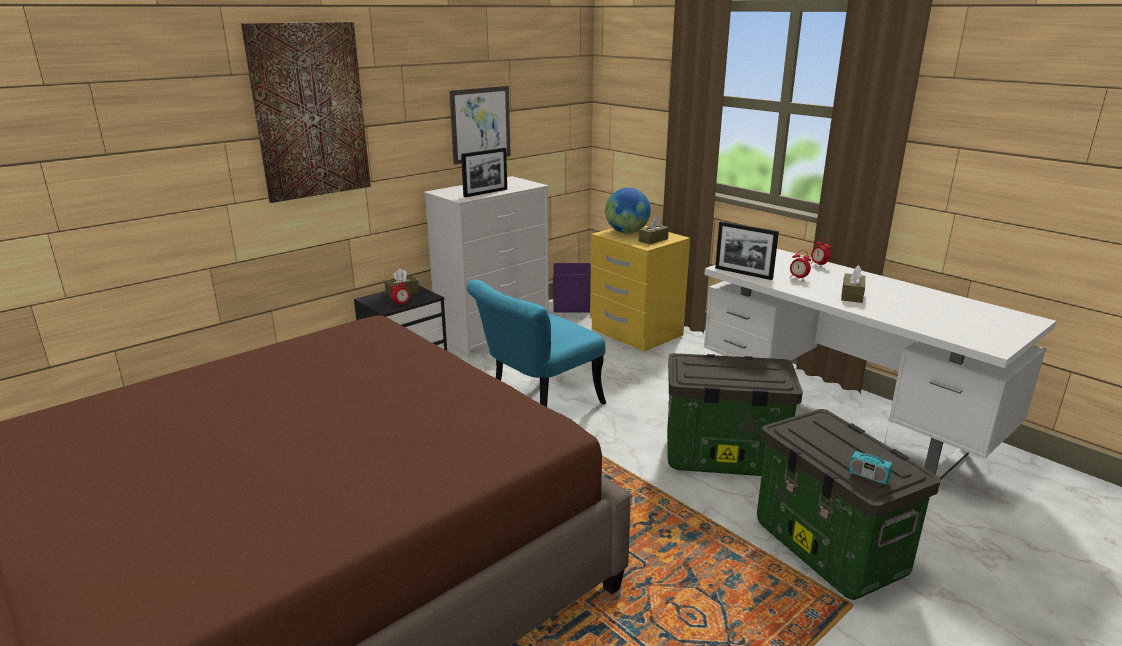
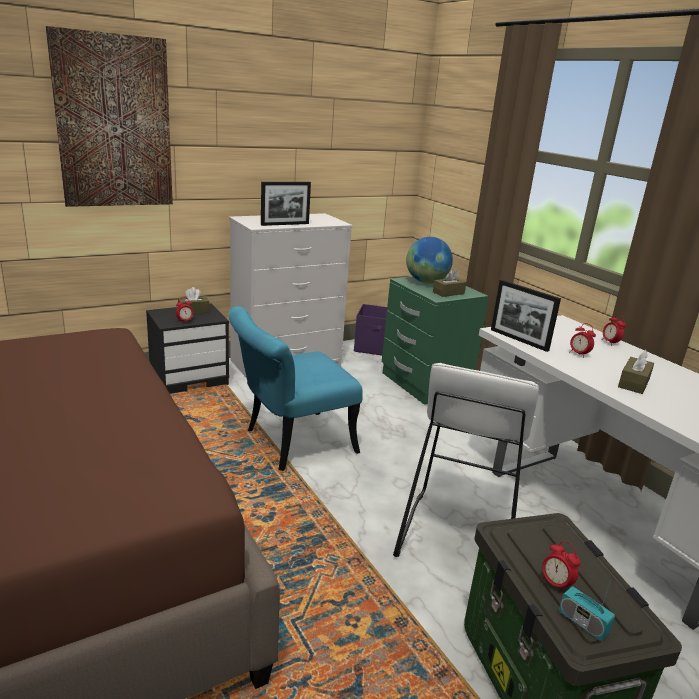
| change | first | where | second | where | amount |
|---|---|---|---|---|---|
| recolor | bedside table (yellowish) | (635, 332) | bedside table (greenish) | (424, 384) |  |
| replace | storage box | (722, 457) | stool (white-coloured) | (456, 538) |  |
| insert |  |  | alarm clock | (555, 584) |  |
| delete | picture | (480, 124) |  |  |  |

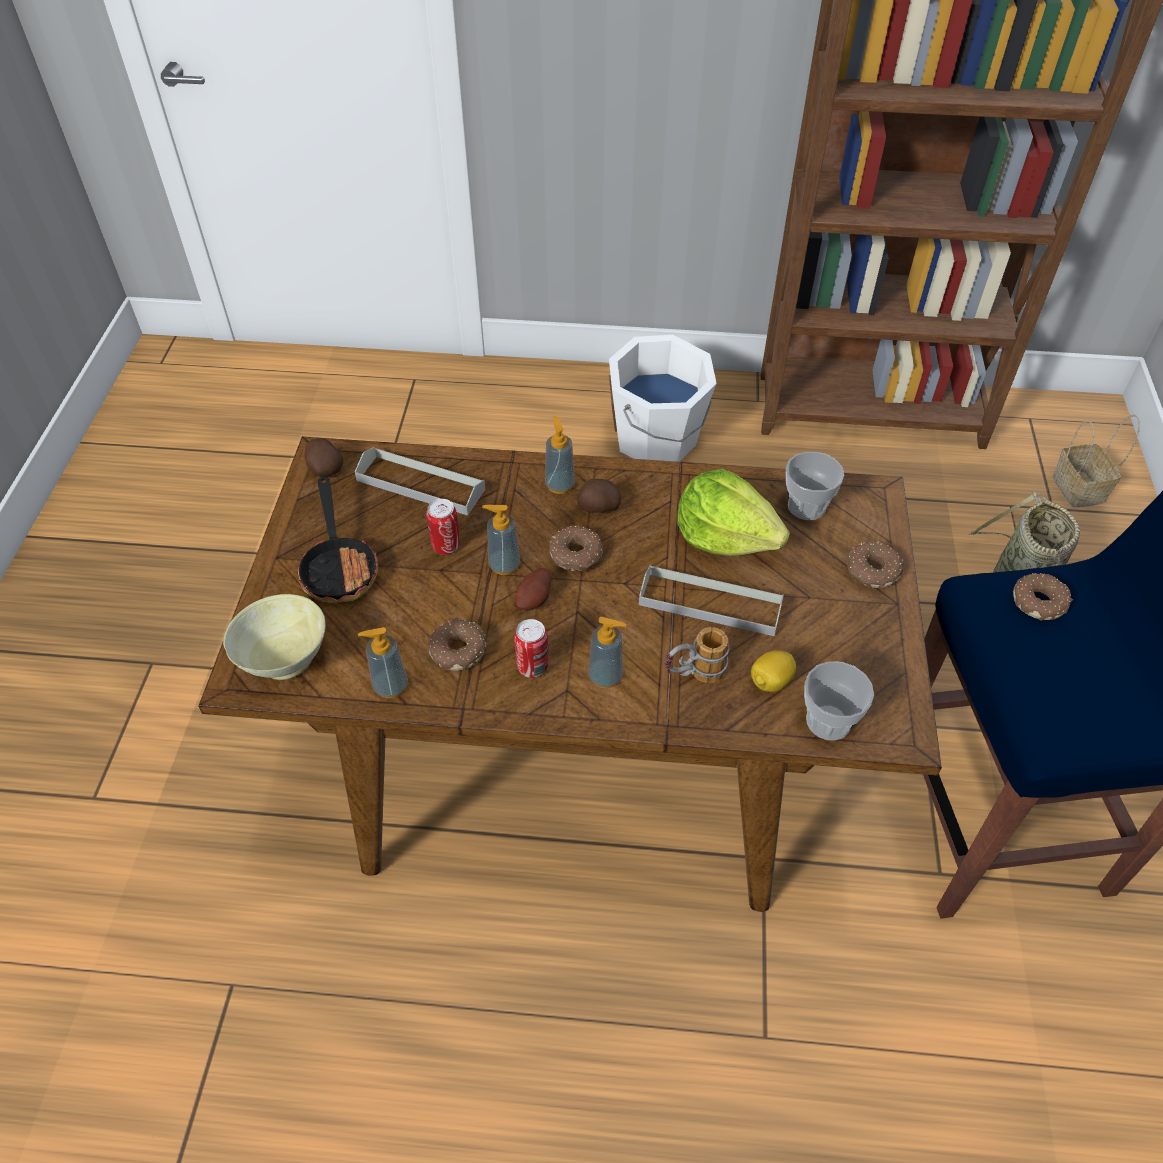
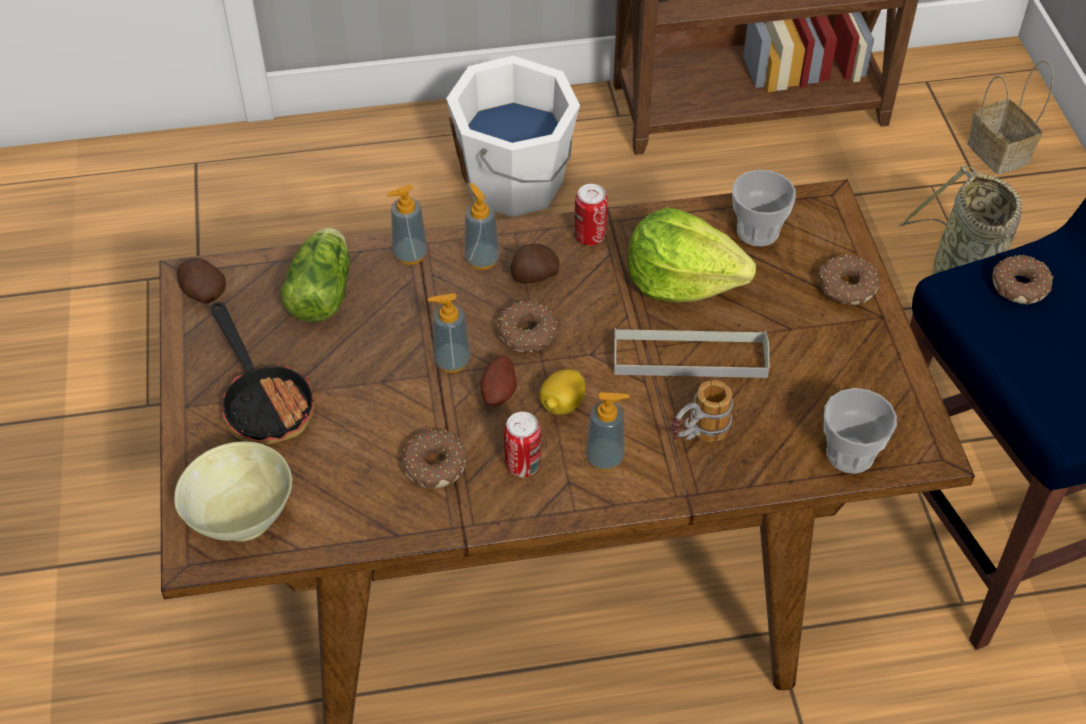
| change | first | where | second | where | amount |
|---|---|---|---|---|---|
| replace | tray (gray) | (420, 485) | lettuce head | (323, 290) |  |
| move | soap bottle | (390, 686) |  | (410, 254) |  |
| move | lemon | (770, 681) |  | (562, 404) |  |
| move | metal can | (446, 546) |  | (590, 237) |  |

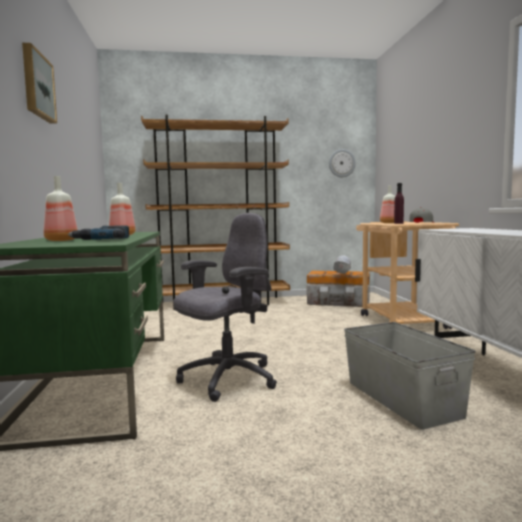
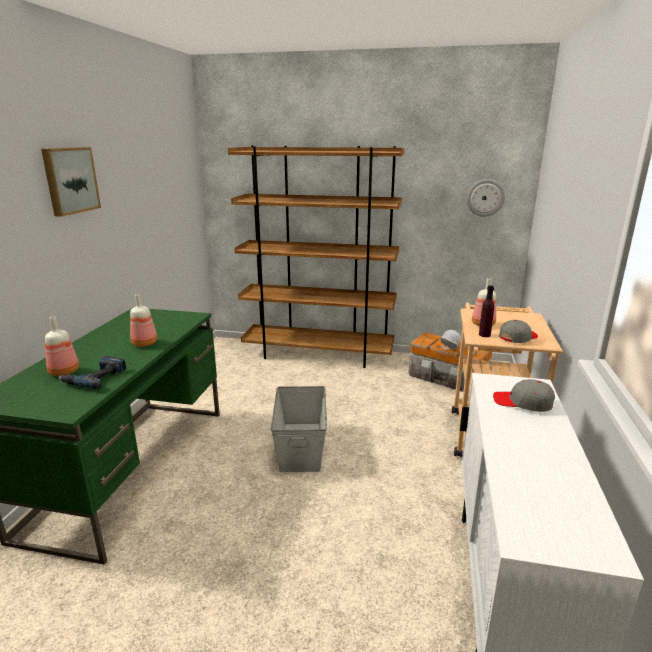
| change | first | where | second | where | amount |
|---|---|---|---|---|---|
| move | storage box (gray) | (402, 398) |  | (301, 445) |  |
| insert |  |  | cap (gray) | (523, 402) |  |
| delete | office chair (gray) | (227, 379) |  |  |  |

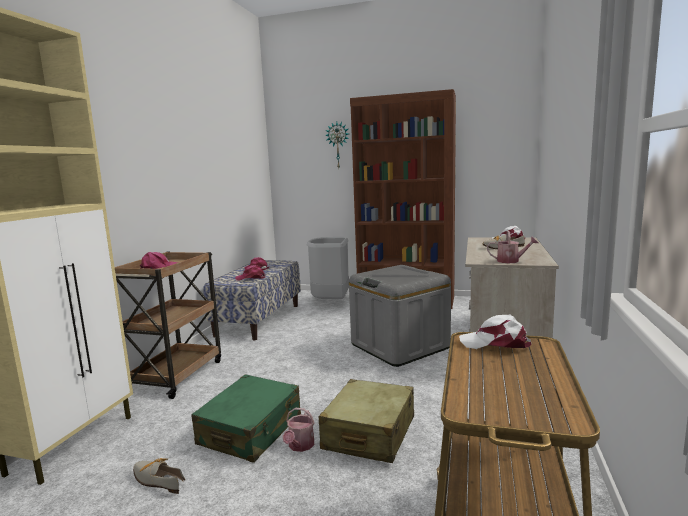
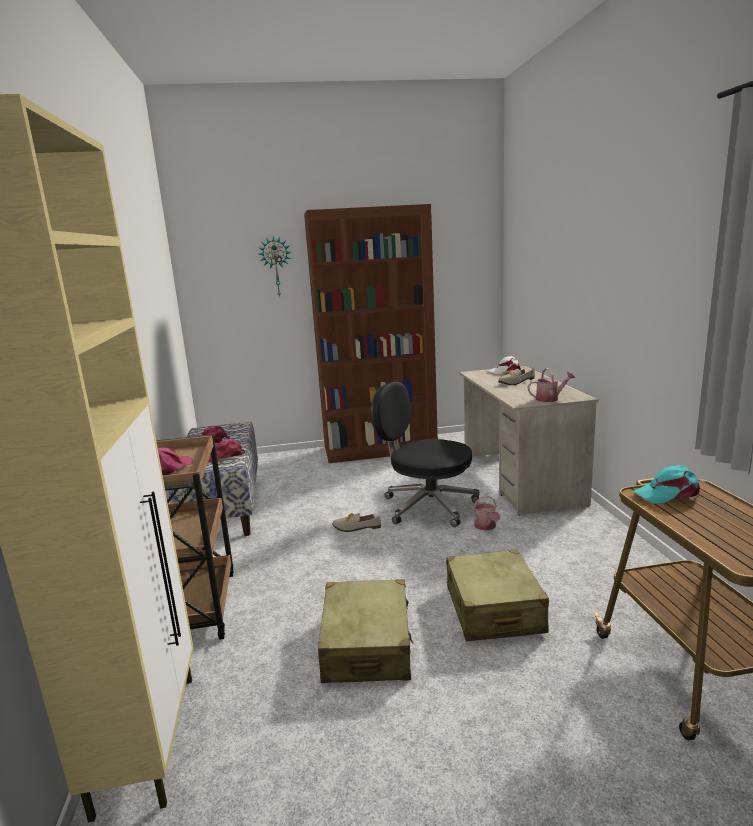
| change | first | where | second | where | amount |
|---|---|---|---|---|---|
| recolor | piece of luggage (greenish) | (251, 430) | piece of luggage (sand-coloured) | (367, 645) |  |
| move | low shoe | (157, 479) |  | (354, 527) |  |
| replace | storage box (gray) | (400, 346) | office chair (black) | (427, 506) |  |
| move | watering can | (300, 446) |  | (486, 527) |  |
| recolor | cap (white-coloured) | (495, 343) | cap (blue-green) | (668, 493) |  |
| delete | waste bin (gray) | (331, 303) |  |  |  |

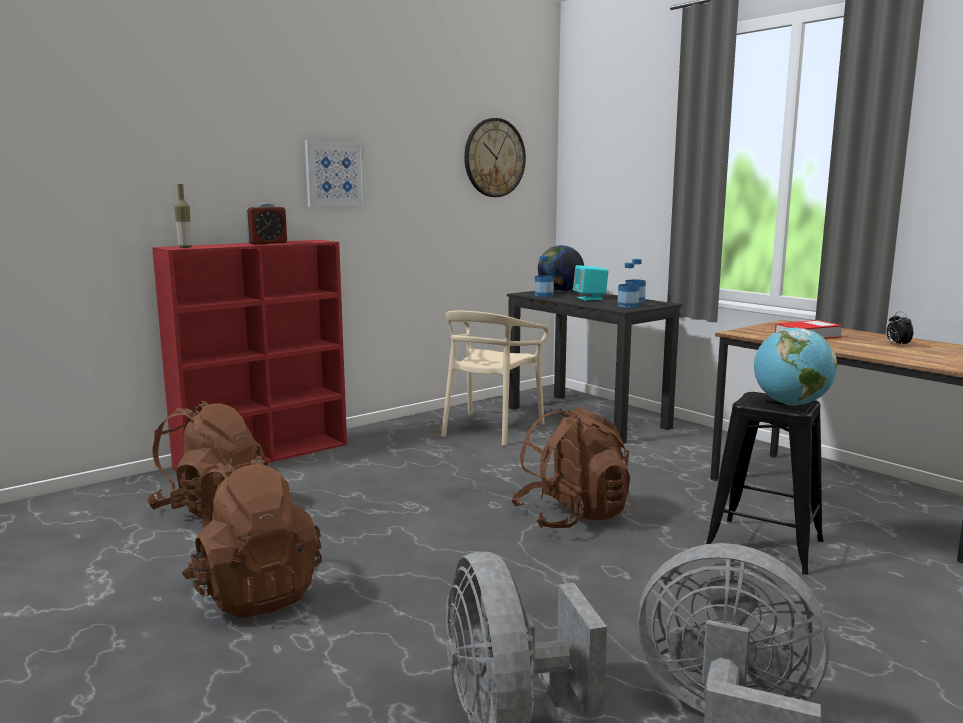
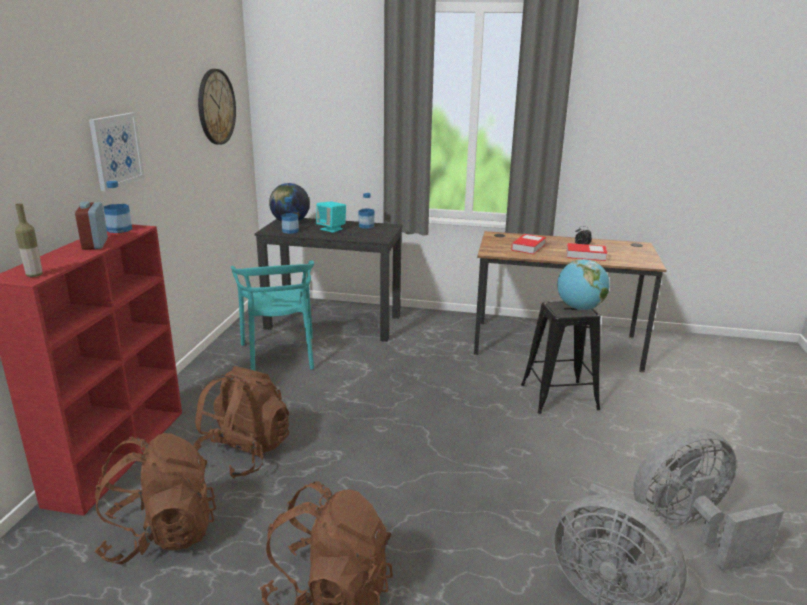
| change | first | where | second | where | amount |
|---|---|---|---|---|---|
| rotate | alarm clock | (267, 243) |  | (95, 244) | 150 degrees clockwise |
| move | bottle | (627, 306) |  | (119, 229) |  |
| move | backpack (brownish) | (571, 516) |  | (244, 454) |  |
| recolor | plain chair (sand-coloured) | (490, 429) | plain chair (blue-green) | (279, 355) |  |
| insert |  |  | volume | (585, 255) |  |

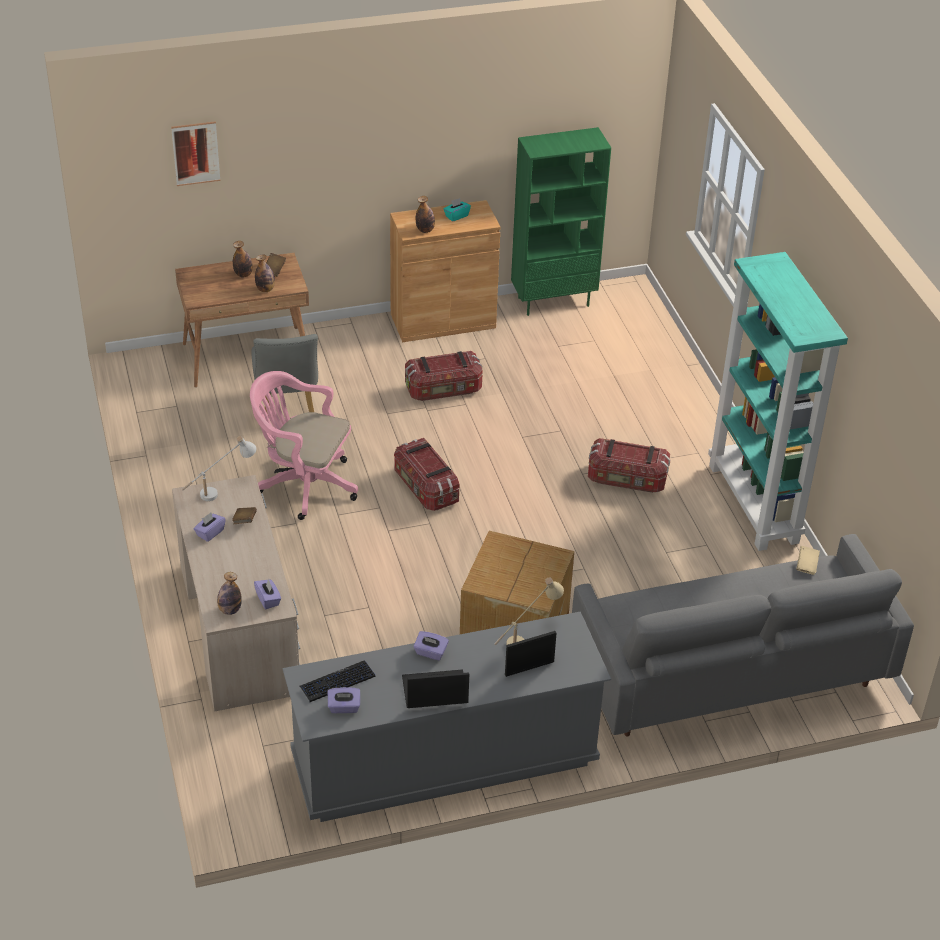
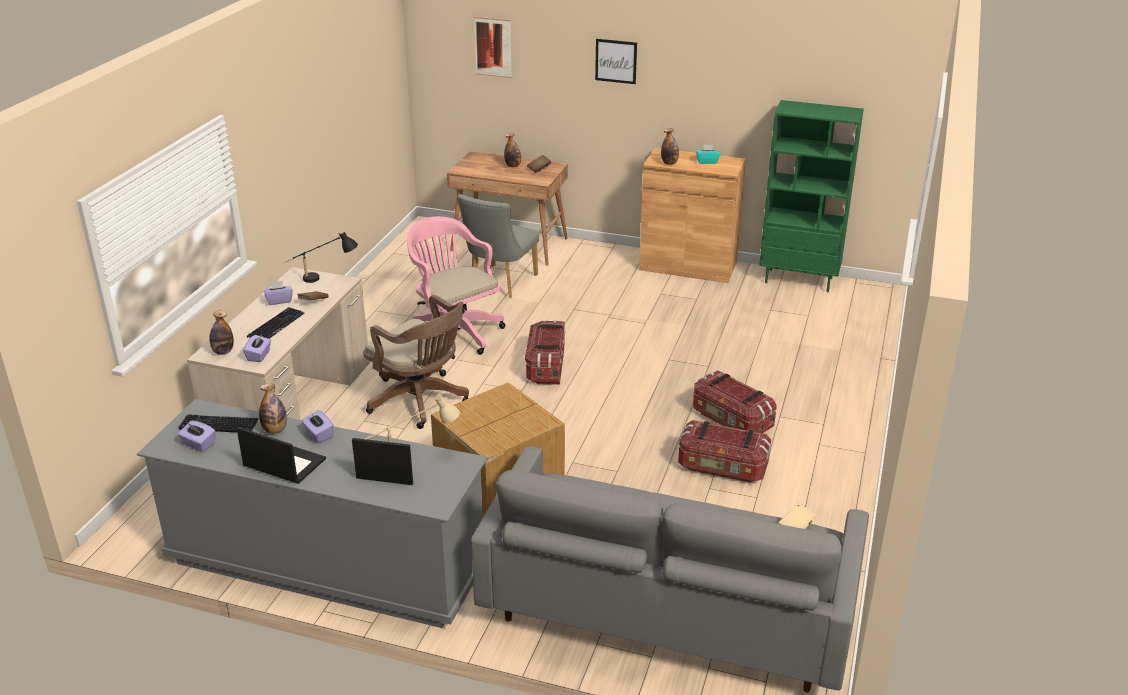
| change | first | where | second | where | amount |
|---|---|---|---|---|---|
| insert |  |  | keyboard | (276, 325) |  |
| move | bottle | (265, 289) |  | (275, 430) |  |
| recolor | lamp for a table (white-coloured) | (220, 490) | lamp for a table (black) | (323, 279) |  |
| insert |  |  | office chair (brownish) | (421, 402) |  |
| insert |  |  | picture | (616, 61) |  |
| move | storage box | (443, 390) |  | (722, 468) |  |
| delete | shelving unit (blue-green) | (754, 504) |  |  |  |

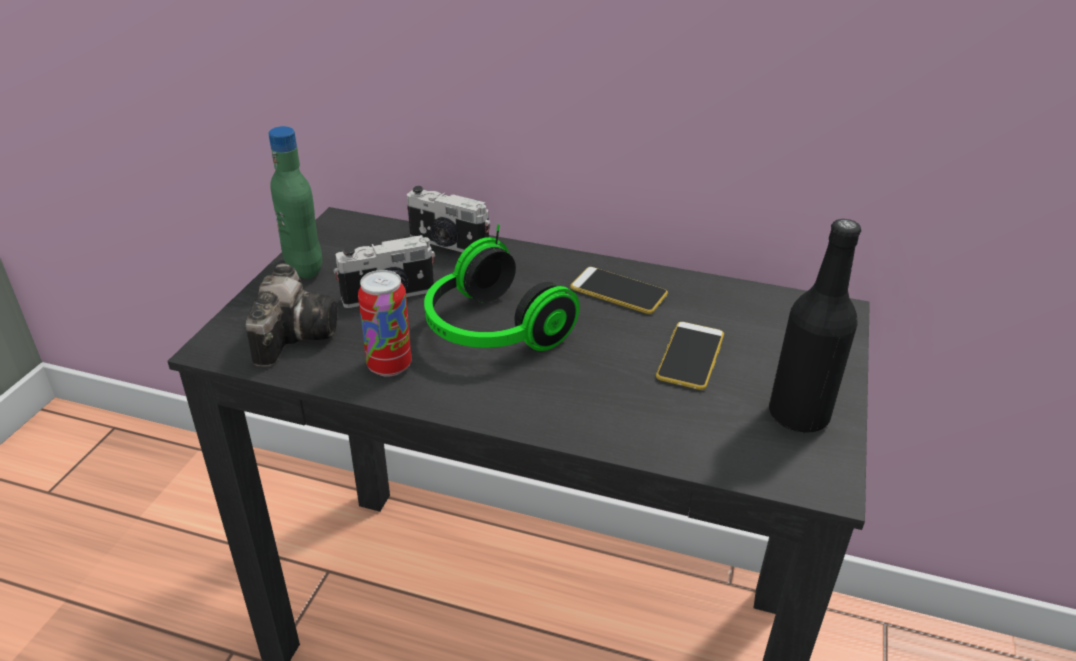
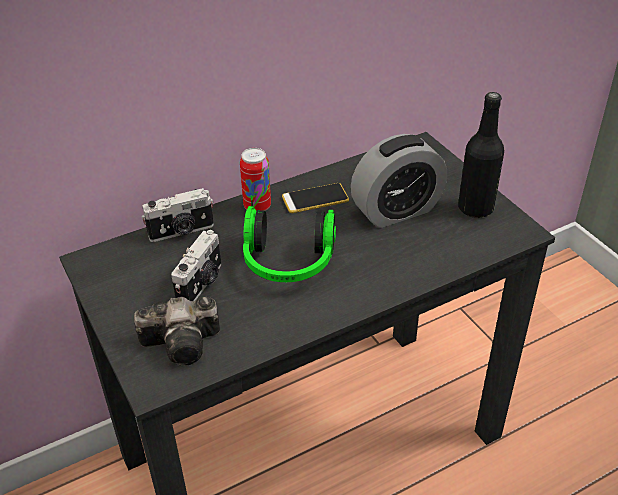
| change | first | where | second | where | amount |
|---|---|---|---|---|---|
| rotate | photo camera | (294, 333) |  | (185, 343) | 120 degrees clockwise |
| move | metal can | (389, 366) |  | (257, 207) |  |
| replace | handset | (690, 356) | alarm clock | (396, 211) |  |
| delete | bottle (greenish) | (304, 268) |  |  |  |

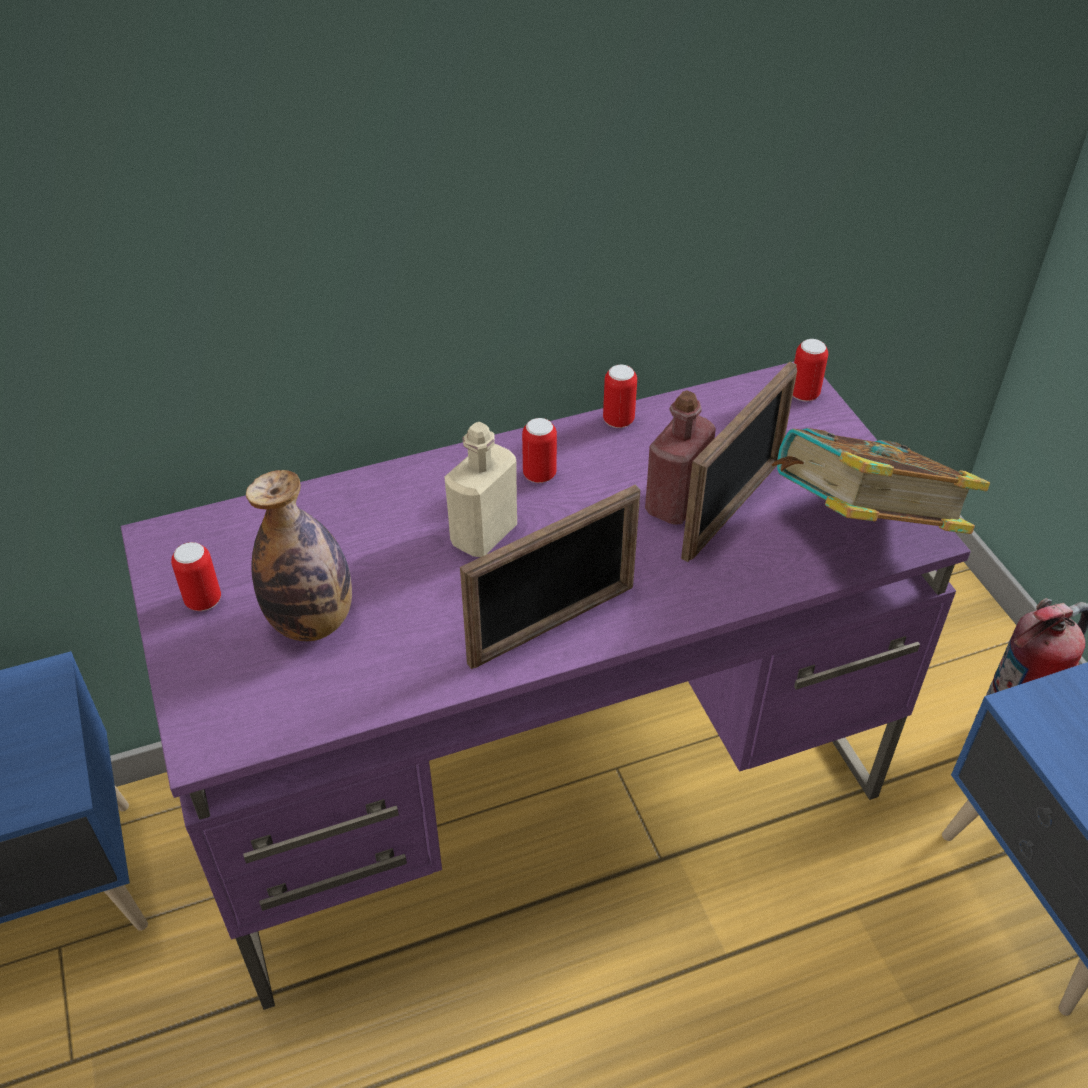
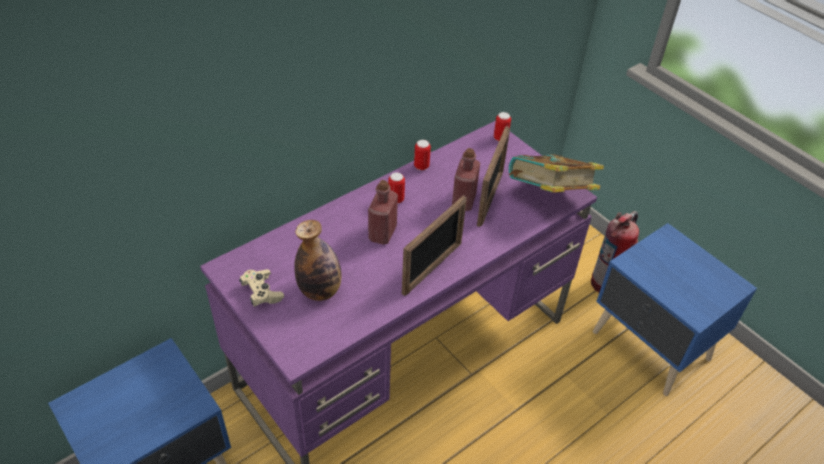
| change | first | where | second | where | amount |
|---|---|---|---|---|---|
| replace | metal can | (203, 600) | game controller (sand-coloured) | (262, 292) |  |
| recolor | bottle (sand-coloured) | (484, 534) | bottle (red-coloured) | (382, 233) |  |

